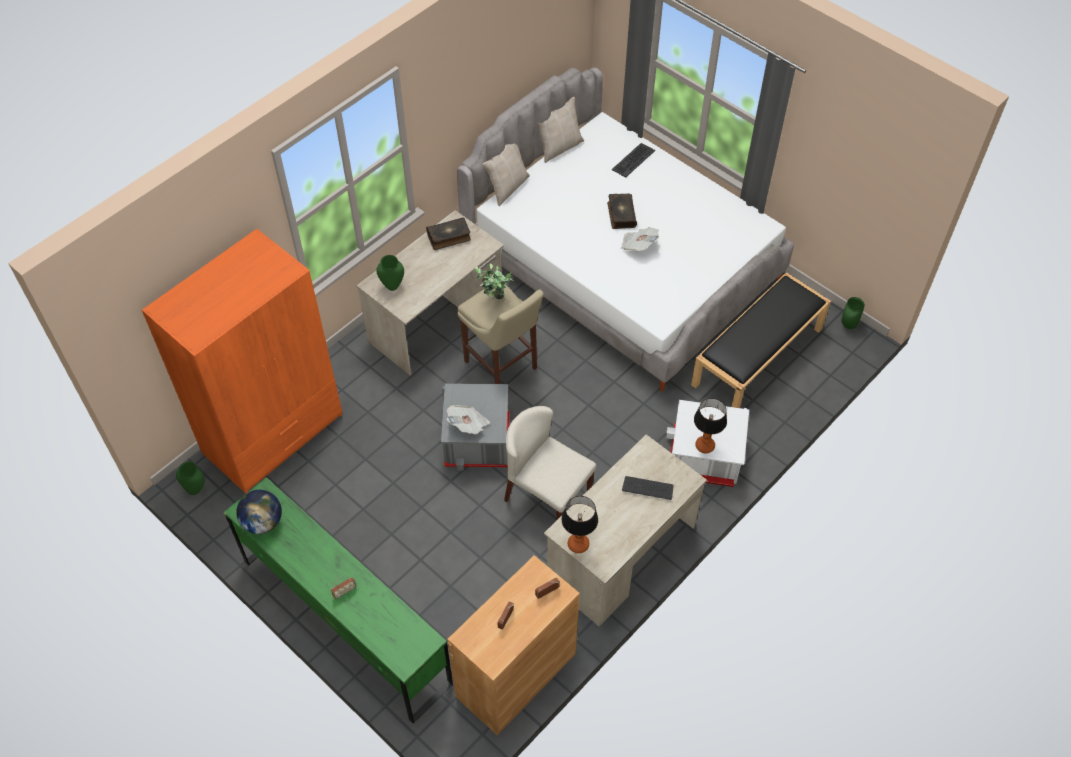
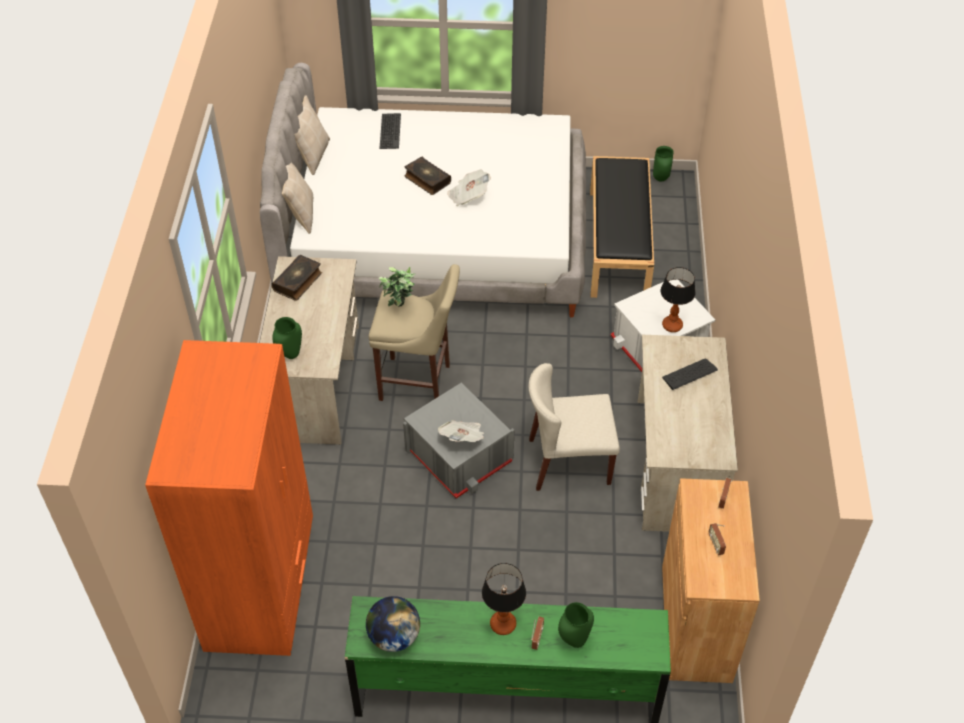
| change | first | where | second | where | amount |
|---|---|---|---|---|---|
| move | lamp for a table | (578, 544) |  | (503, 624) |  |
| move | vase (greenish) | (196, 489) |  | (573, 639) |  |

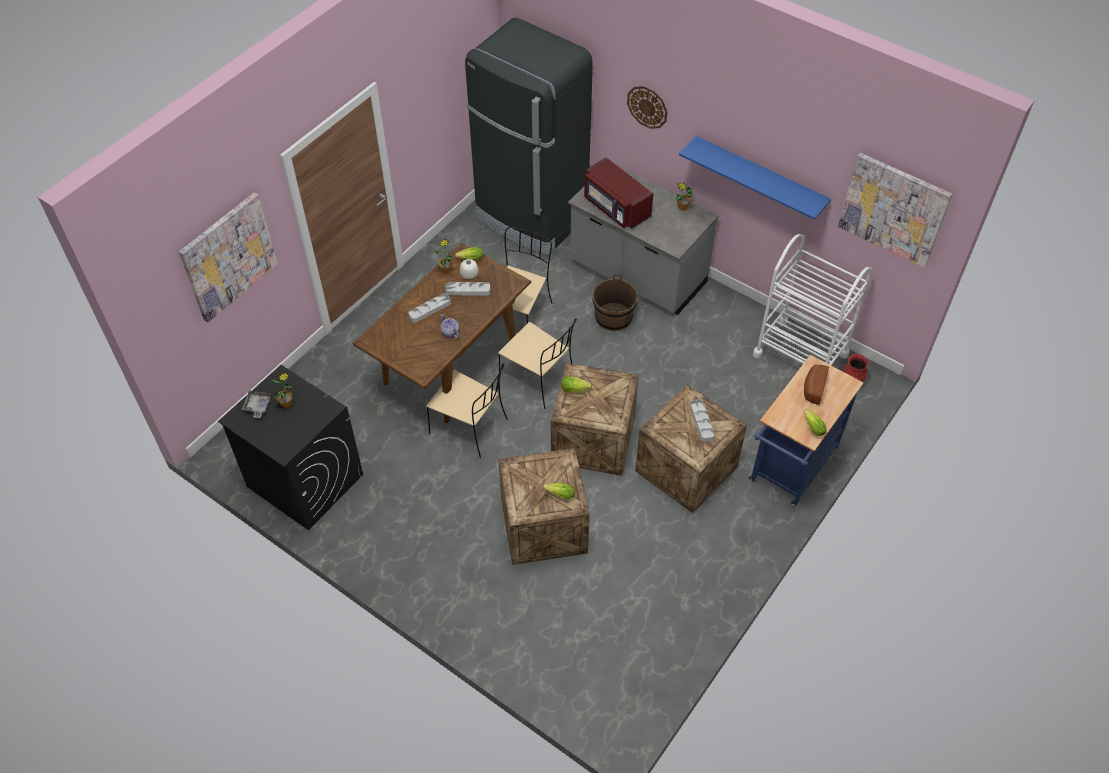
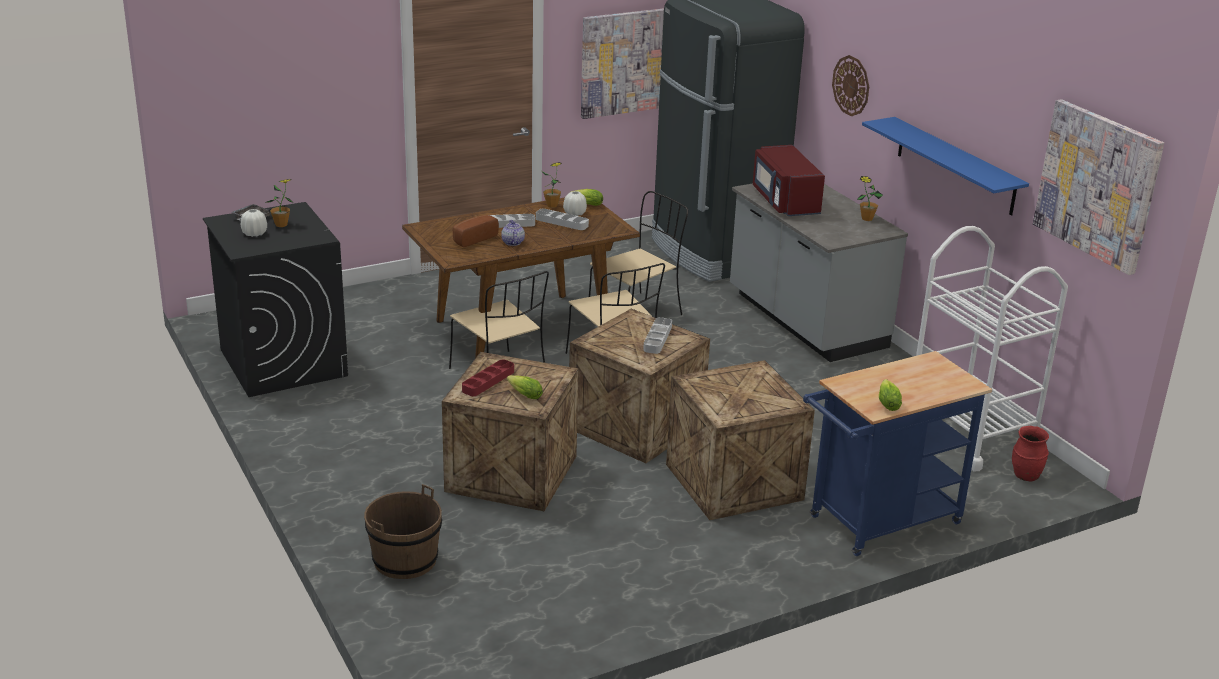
| change | first | where | second | where | amount |
|---|---|---|---|---|---|
| insert |  |  | vase (white-coloured) | (254, 233) |  |
| move | bucket (brownish) | (613, 317) |  | (405, 560) |  |
| move | baked bread | (813, 388) |  | (473, 239) |  |
| insert |  |  | tray (red-coloured) | (488, 381) |  |
| move | picture | (228, 256) |  | (626, 62) |  |
| move | tray (gray) | (701, 422) |  | (657, 338) |  |
| delete | lettuce head | (576, 389) |  |  |  |

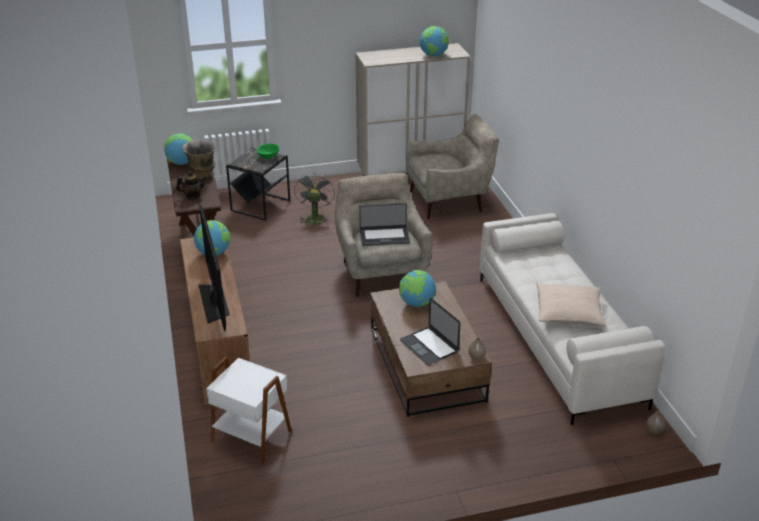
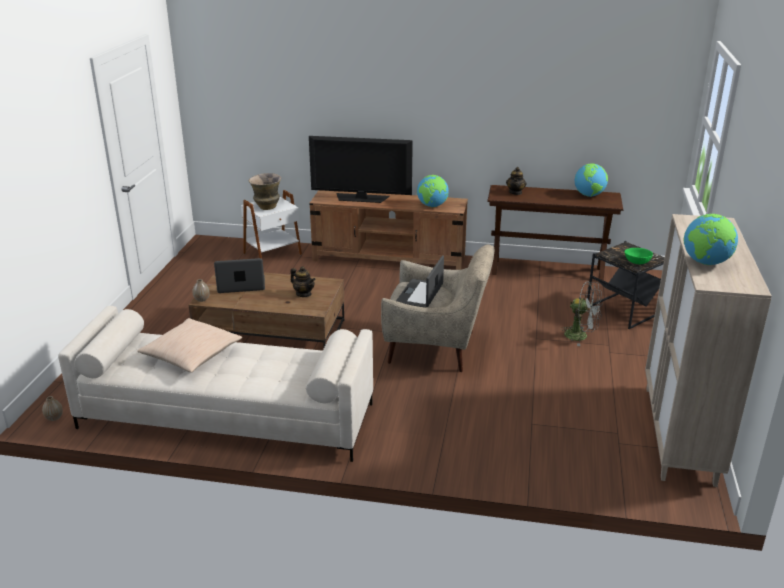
| change | first | where | second | where | amount |
|---|---|---|---|---|---|
| move | vase | (202, 175) |  | (267, 208) |  |
| replace | globe | (416, 303) | teapot | (303, 294) |  |
| delete | armchair (sand-coloured) | (449, 201) |  |  |  |

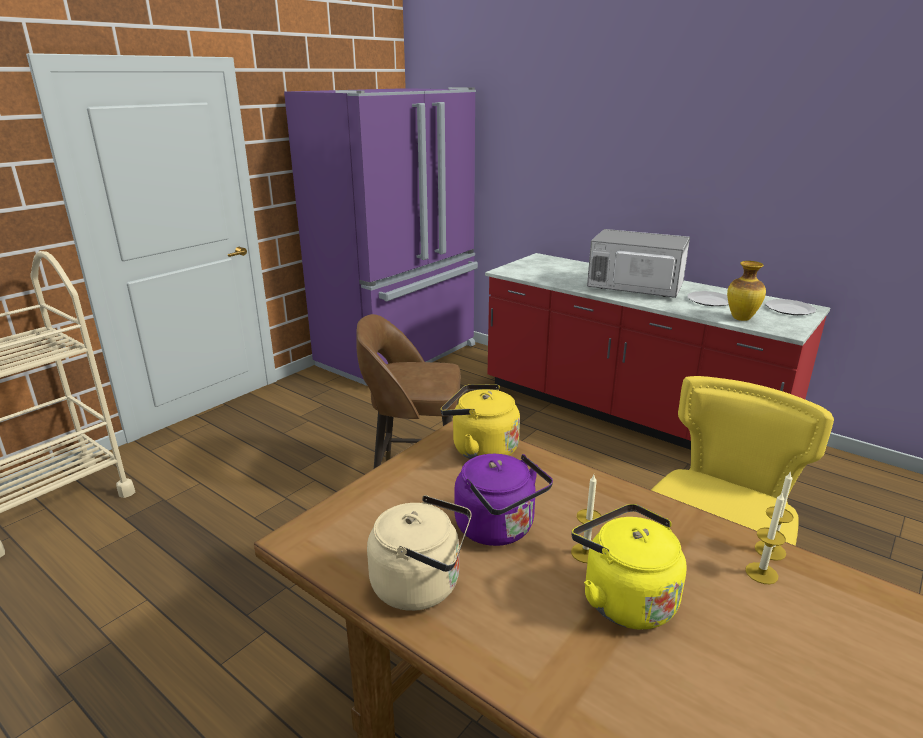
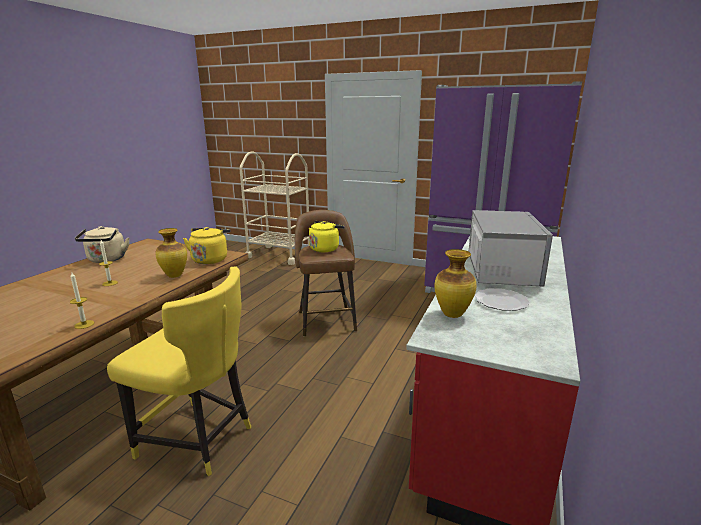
| change | first | where | second | where | amount |
|---|---|---|---|---|---|
| insert |  |  | vase | (174, 276) |  |
| move | water kettle (yellowish) | (623, 598) |  | (325, 248) |  |
| delete | water kettle (purple) | (499, 529) |  |  |  |
| delete | candle | (761, 573) |  |  |  |
| delete | plate | (789, 309) |  |  |  |

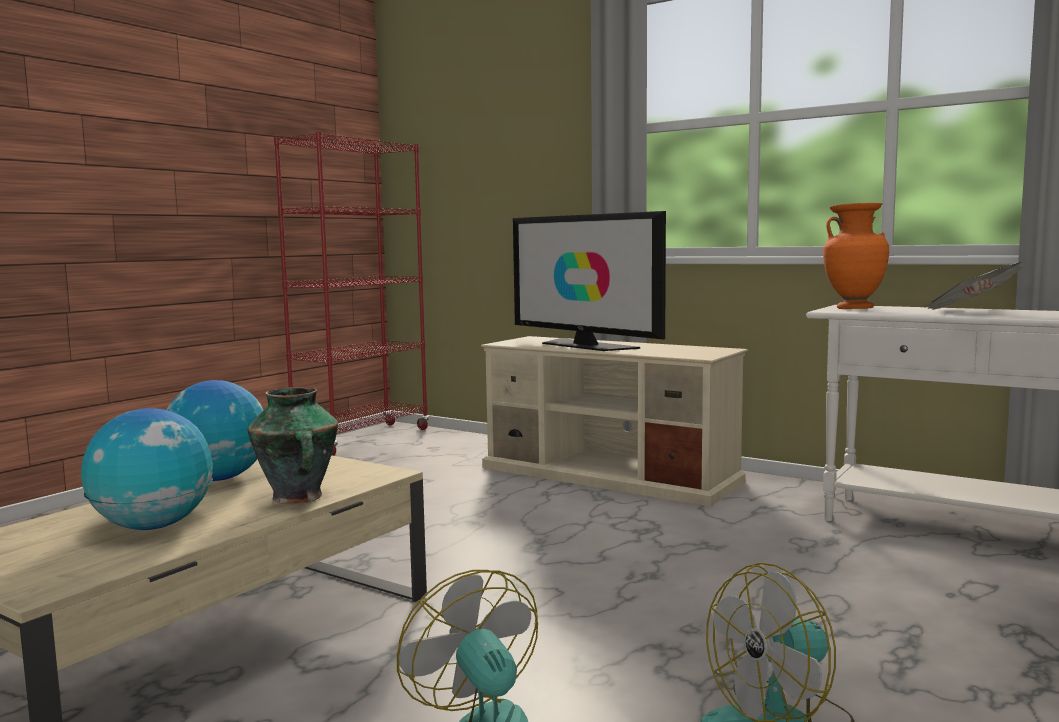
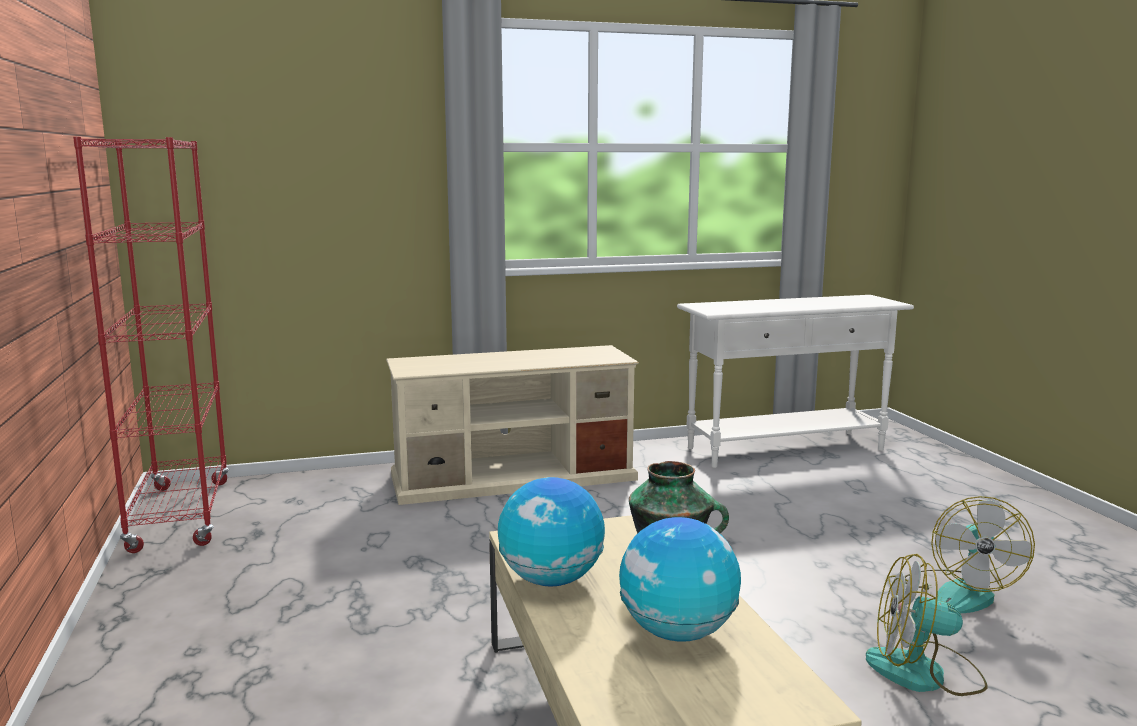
| change | first | where | second | where | amount |
|---|---|---|---|---|---|
| delete | TV | (585, 345) |  |  |  |
| delete | vase (orangey) | (854, 308) |  |  |  |
| delete | newspaper | (969, 312) |  |  |  |

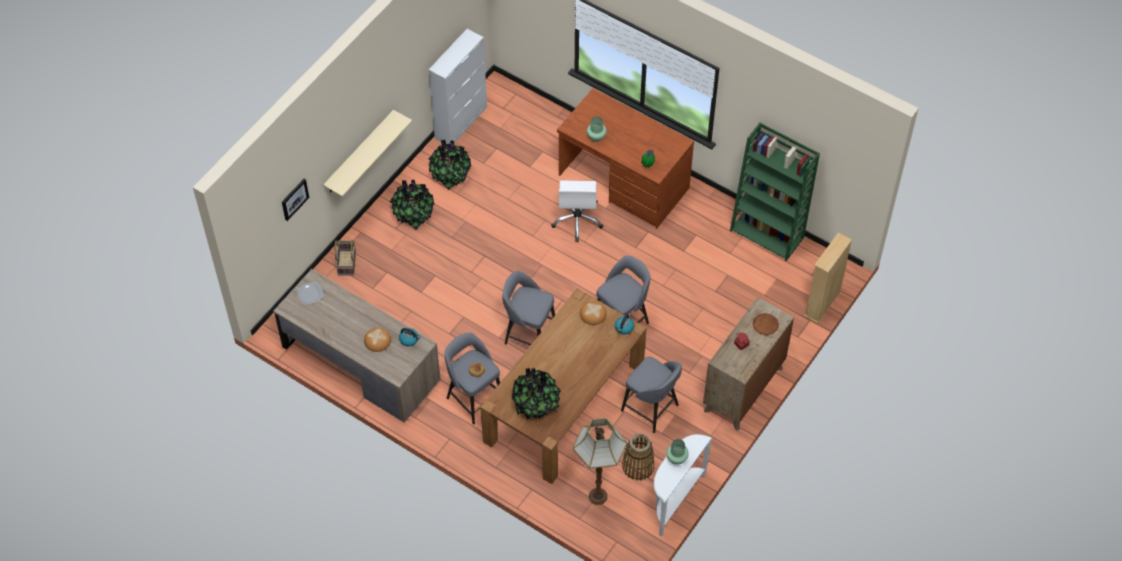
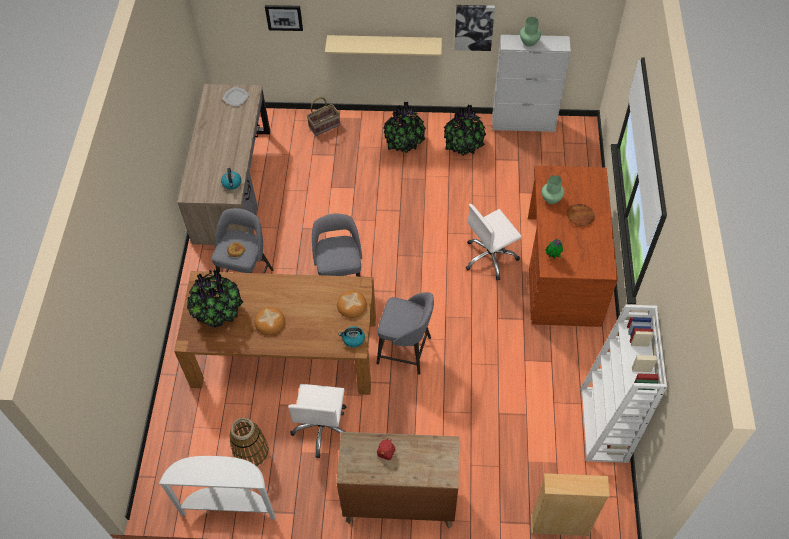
| change | first | where | second | where | amount |
|---|---|---|---|---|---|
| move | baked bread | (377, 341) |  | (269, 322) |  |
| replace | stool (gray) | (651, 409) | office chair (white-coloured) | (323, 428) |  |
| insert |  |  | picture | (474, 27) |  |
| move | vase (greenish) | (676, 458) |  | (529, 42) |  |
| move | plate (brownish) | (765, 325) |  | (580, 216) |  |
| recolor | shelving unit (greenish) | (767, 234) | shelving unit (white-coloured) | (604, 425) |  |
| delete | standing lamp | (598, 496) |  |  |  |

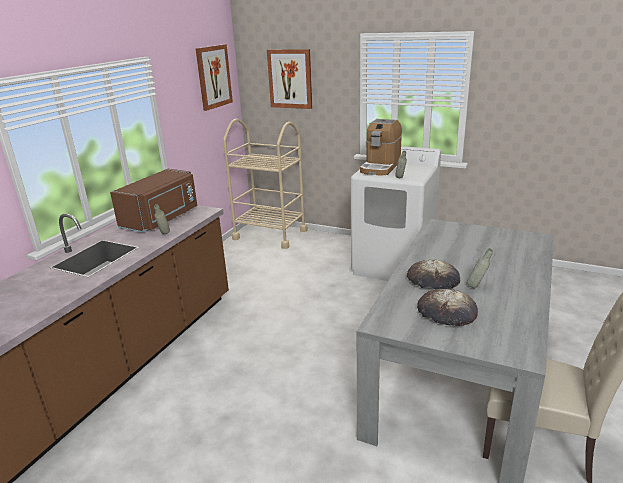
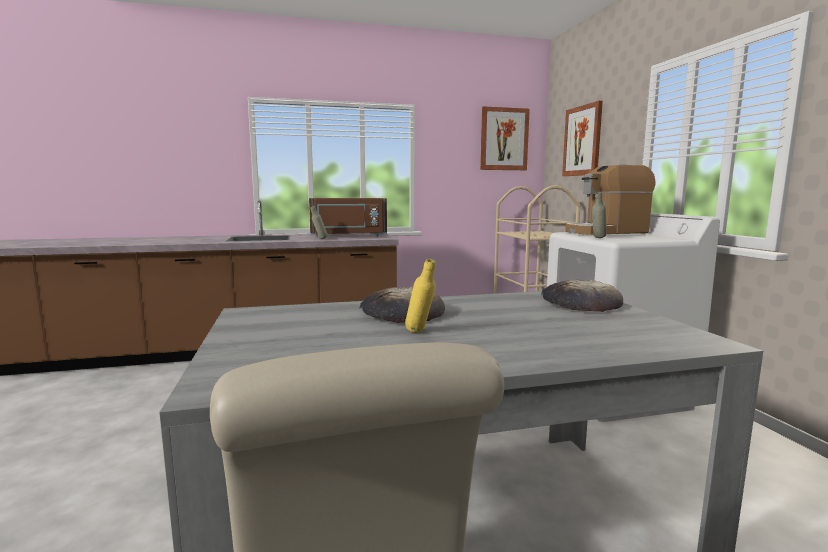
| change | first | where | second | where | amount |
|---|---|---|---|---|---|
| recolor | bottle (gray) | (477, 286) | bottle (yellowish) | (420, 333) |  |
| move | baked bread | (446, 311) |  | (580, 303) |  |

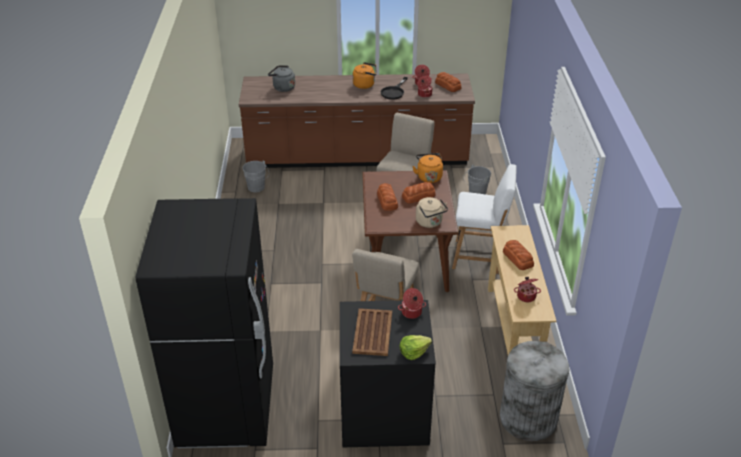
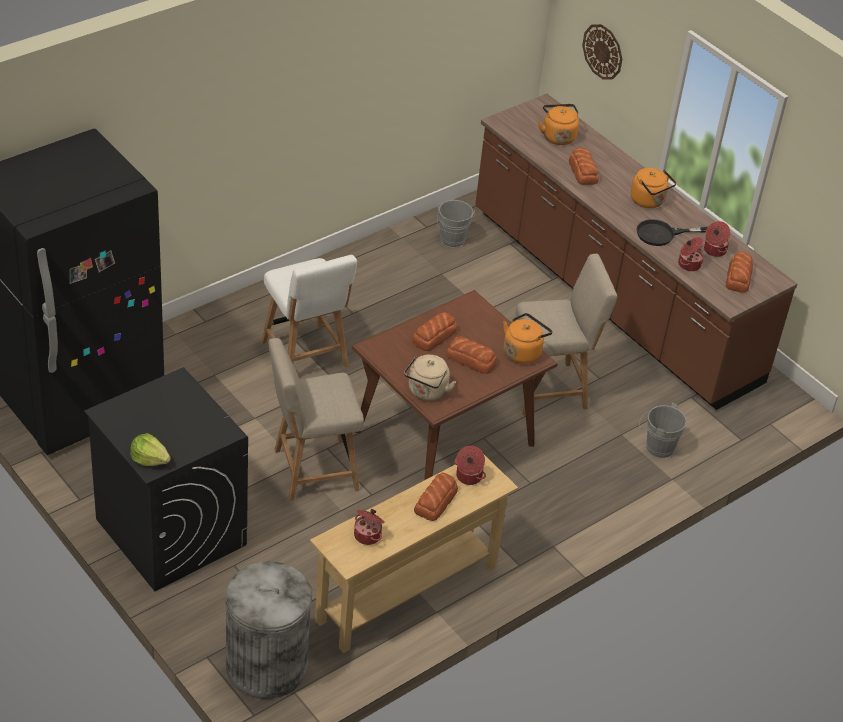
| change | first | where | second | where | amount |
|---|---|---|---|---|---|
| move | plain chair (white-coloured) | (479, 257) |  | (306, 357) |  |
| move | cooking pot | (411, 313) |  | (468, 476) |  |
| recolor | water kettle (gray) | (282, 88) | water kettle (orangey) | (558, 136) |  |
| insert |  |  | baked bread | (583, 171) |  |
| insert |  |  | clock on the wall | (603, 51) |  |
| delete | tray (brownish) | (373, 332) |  |  |  |

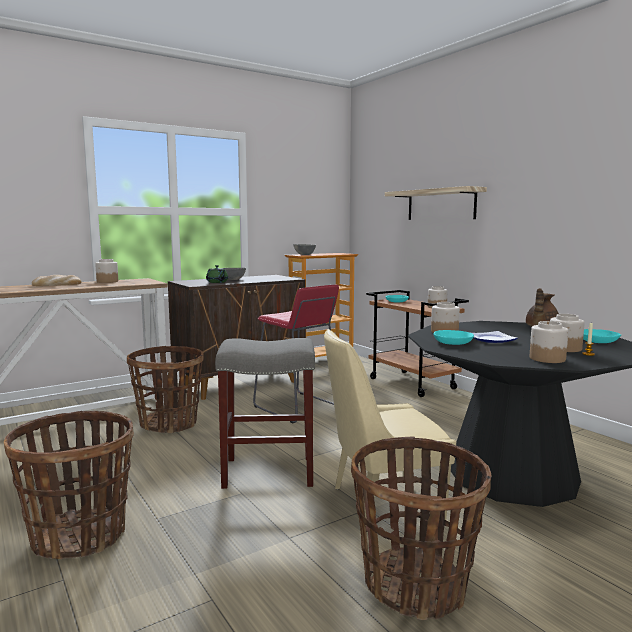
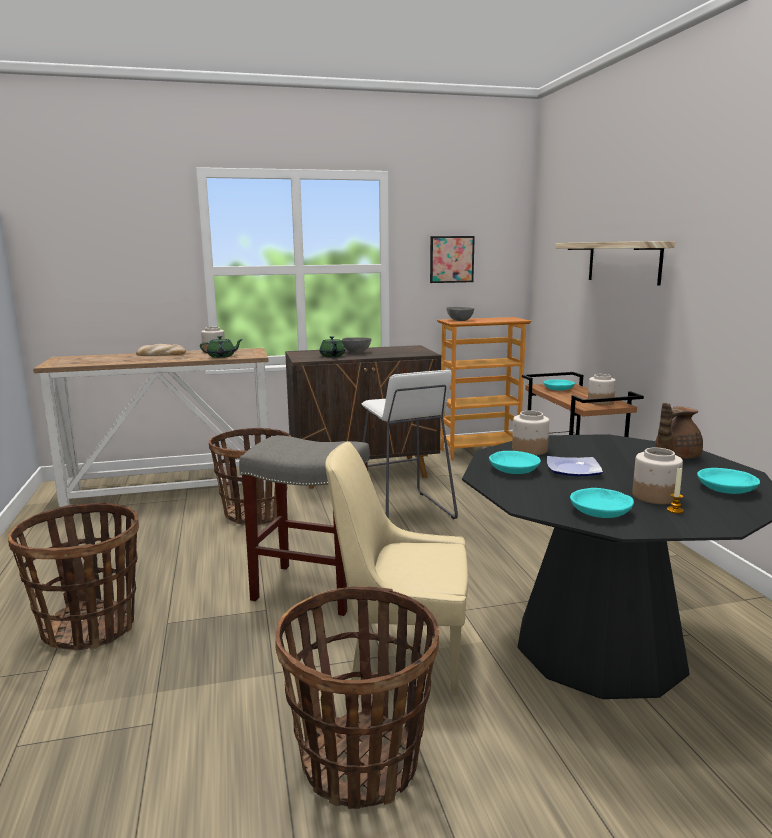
| change | first | where | second | where | amount |
|---|---|---|---|---|---|
| insert |  |  | teapot (greenish) | (222, 356) |  |
| recolor | stool (red-coloured) | (298, 407) | stool (white-coloured) | (404, 512) |  |
| insert |  |  | picture | (451, 259) |  |
| replace | preserve jar | (547, 359) | deep dish (blue-green) | (601, 511) |  |

